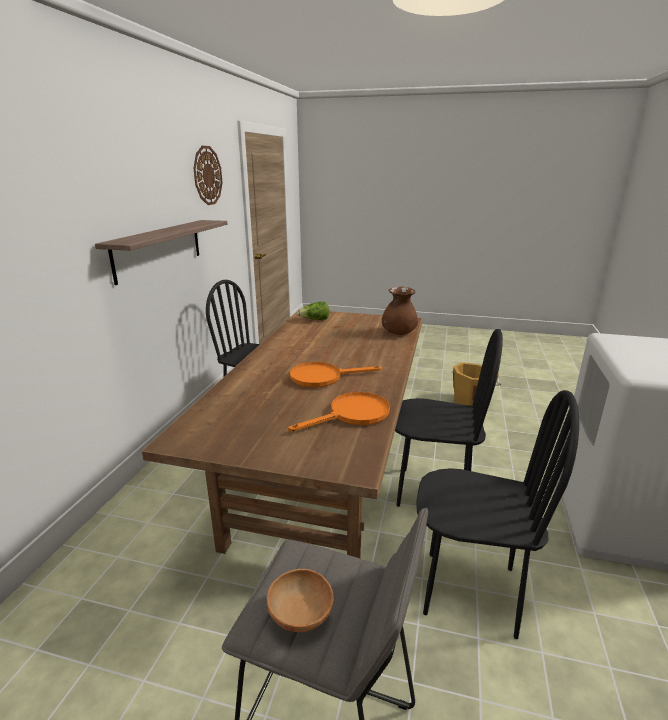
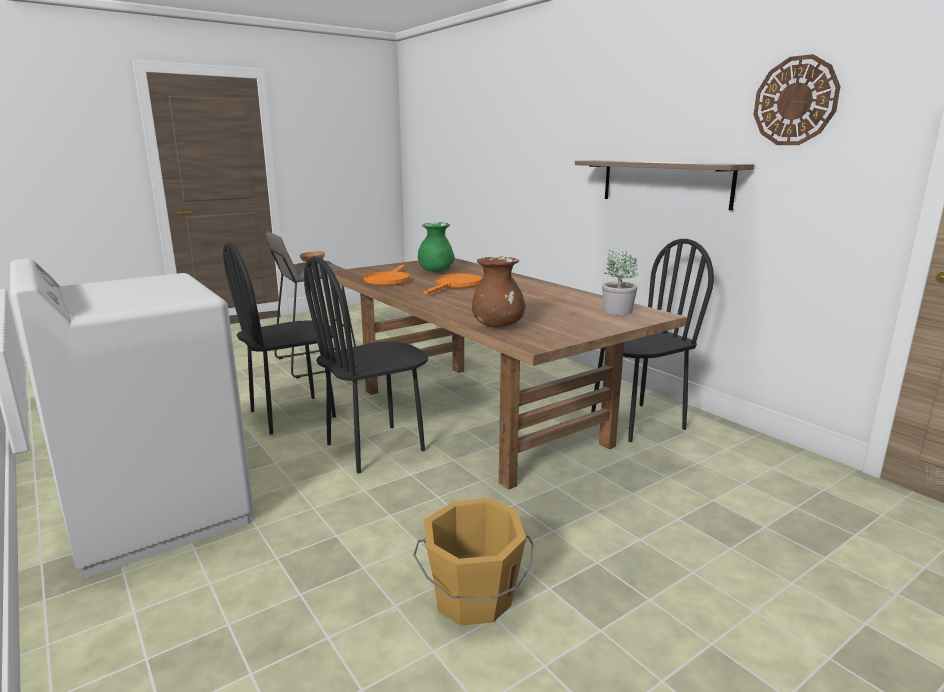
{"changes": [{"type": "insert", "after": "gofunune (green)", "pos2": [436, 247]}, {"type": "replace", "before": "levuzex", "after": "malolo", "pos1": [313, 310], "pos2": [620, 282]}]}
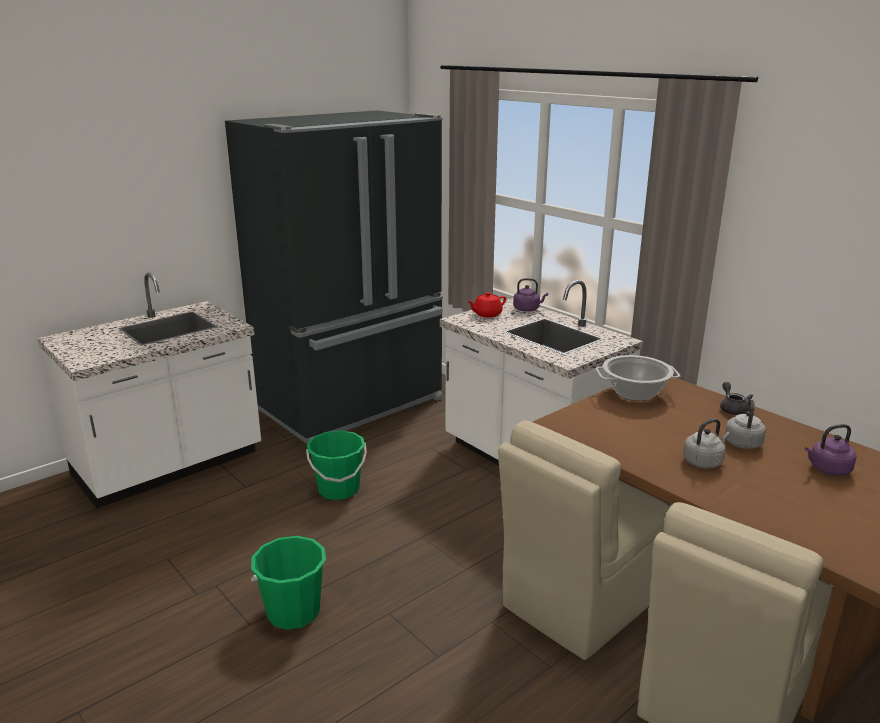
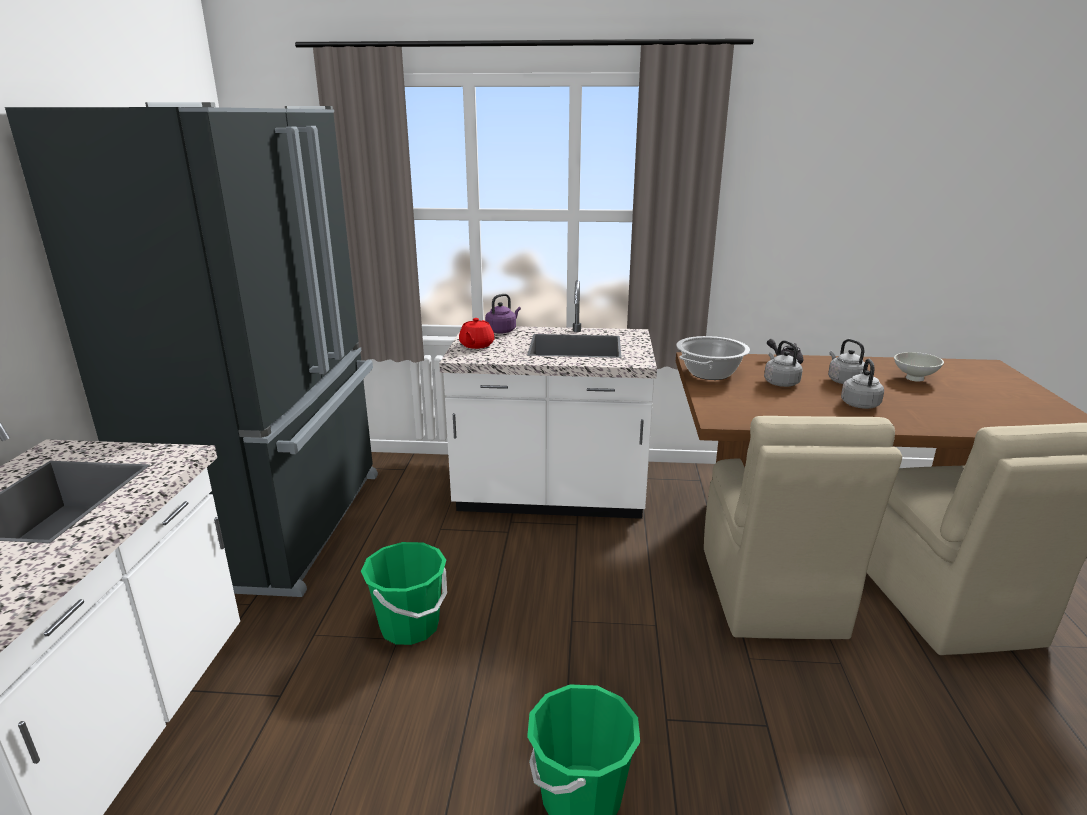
{"changes": [{"type": "insert", "after": "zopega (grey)", "pos2": [783, 363]}, {"type": "replace", "before": "zopega (purple)", "after": "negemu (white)", "pos1": [831, 450], "pos2": [919, 367]}]}
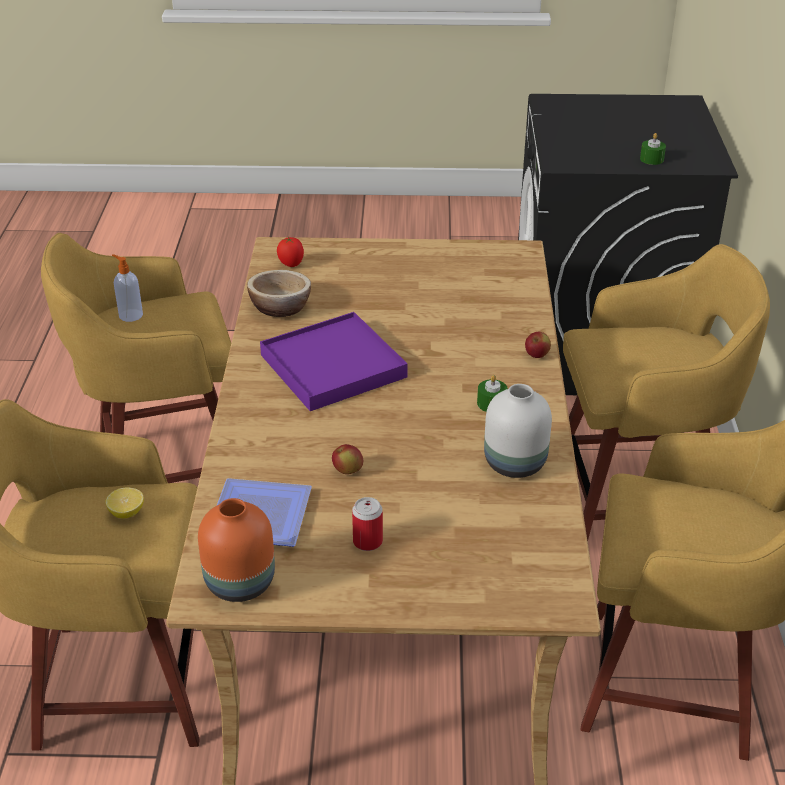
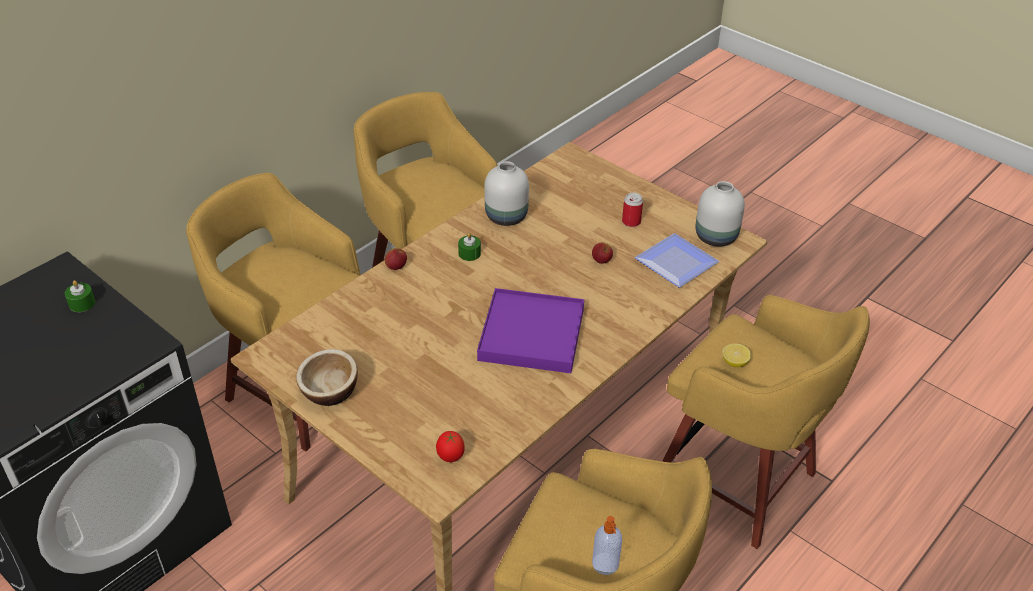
{"changes": [{"type": "move", "before": "negemu", "pos1": [279, 293], "pos2": [327, 377]}, {"type": "recolor", "before": "gofunune (orange)", "after": "gofunune (white)", "pos1": [236, 550], "pos2": [720, 214]}]}
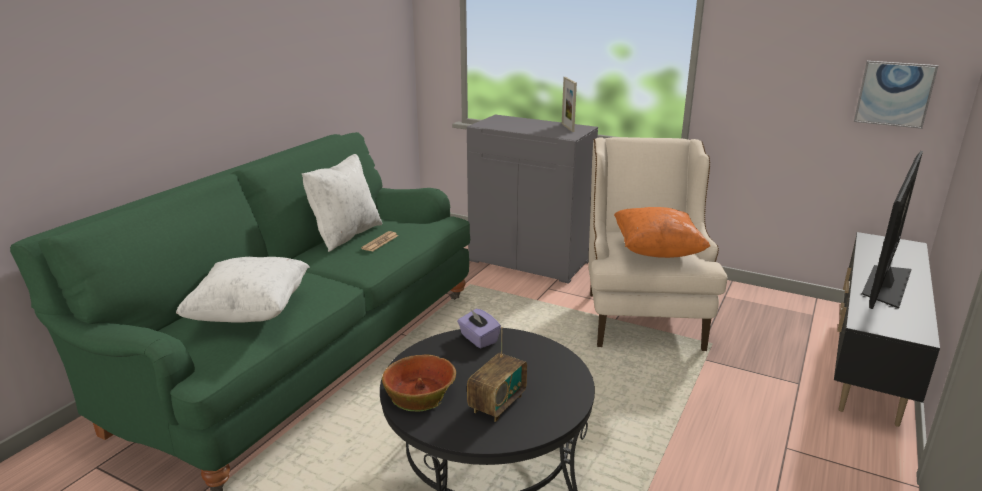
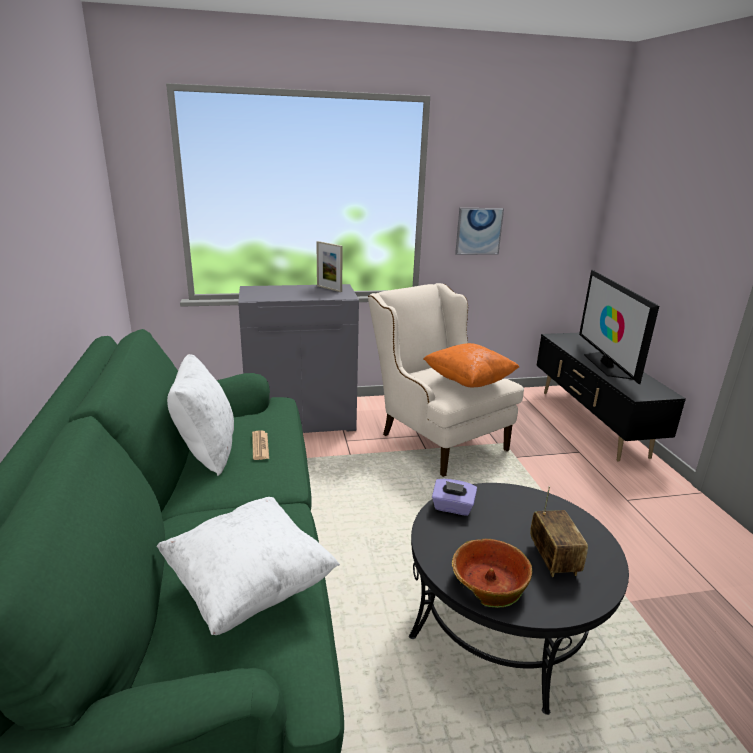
{"changes": [{"type": "move", "before": "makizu", "pos1": [896, 95], "pos2": [479, 231]}]}
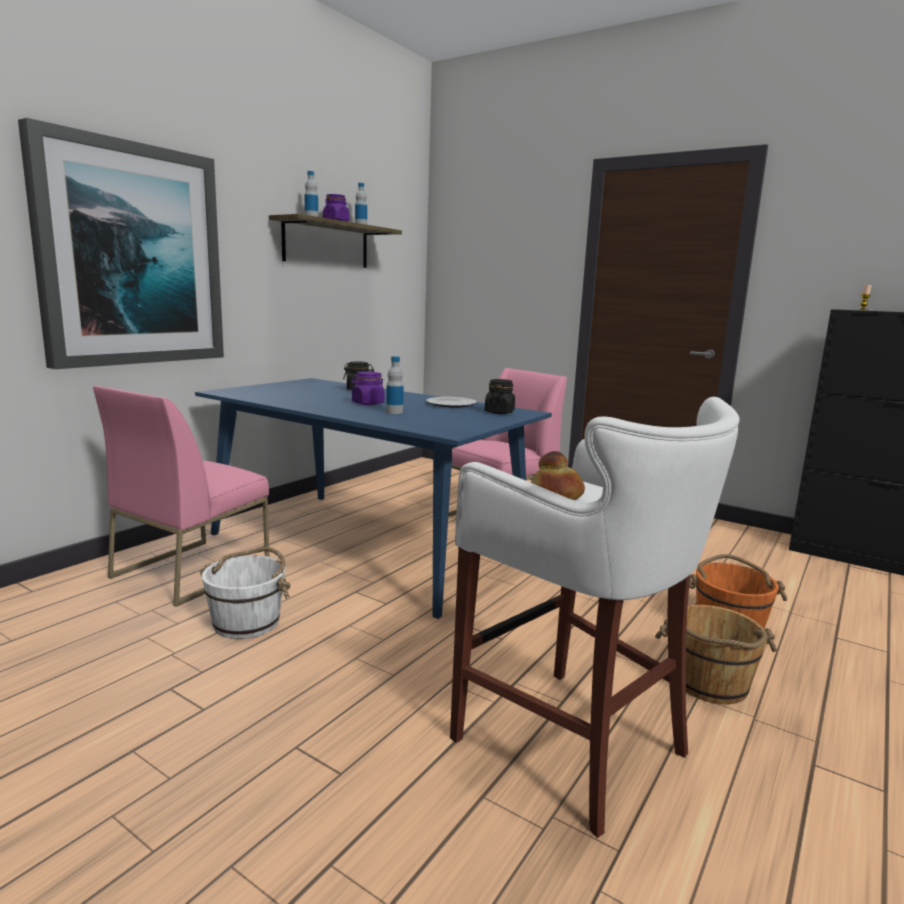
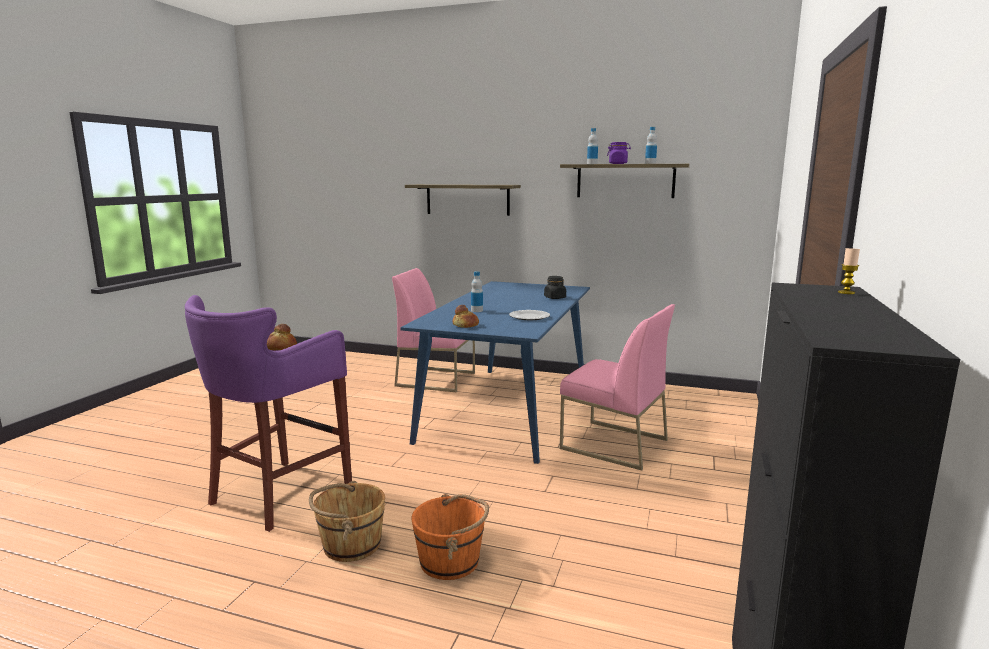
{"changes": [{"type": "recolor", "before": "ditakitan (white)", "after": "ditakitan (purple)", "pos1": [595, 617], "pos2": [268, 413]}, {"type": "replace", "before": "makizu", "after": "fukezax", "pos1": [121, 243], "pos2": [463, 200]}, {"type": "insert", "after": "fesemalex", "pos2": [465, 316]}, {"type": "delete", "before": "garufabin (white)", "pos1": [245, 593]}, {"type": "delete", "before": "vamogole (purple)", "pos1": [368, 388]}, {"type": "delete", "before": "vamogole (black)", "pos1": [500, 396]}]}
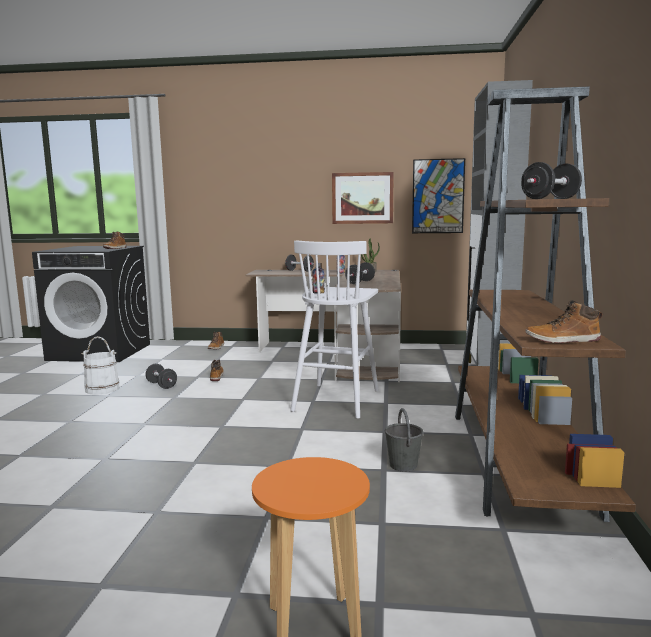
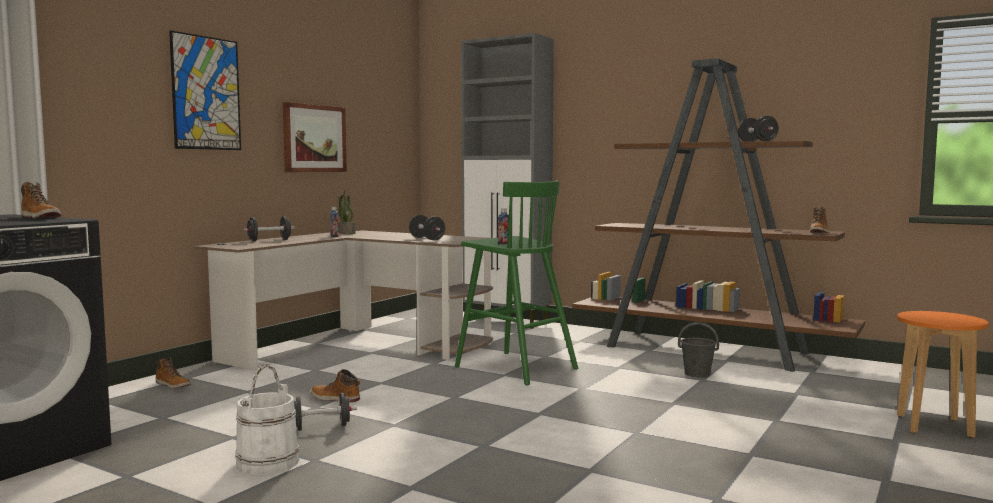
{"changes": [{"type": "move", "before": "makizu", "pos1": [438, 195], "pos2": [205, 90]}, {"type": "recolor", "before": "ditakitan (white)", "after": "ditakitan (green)", "pos1": [334, 329], "pos2": [516, 283]}]}
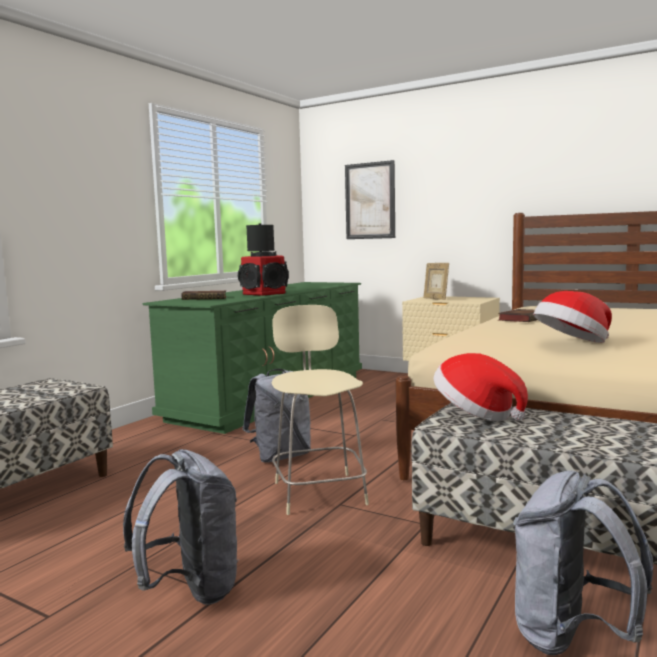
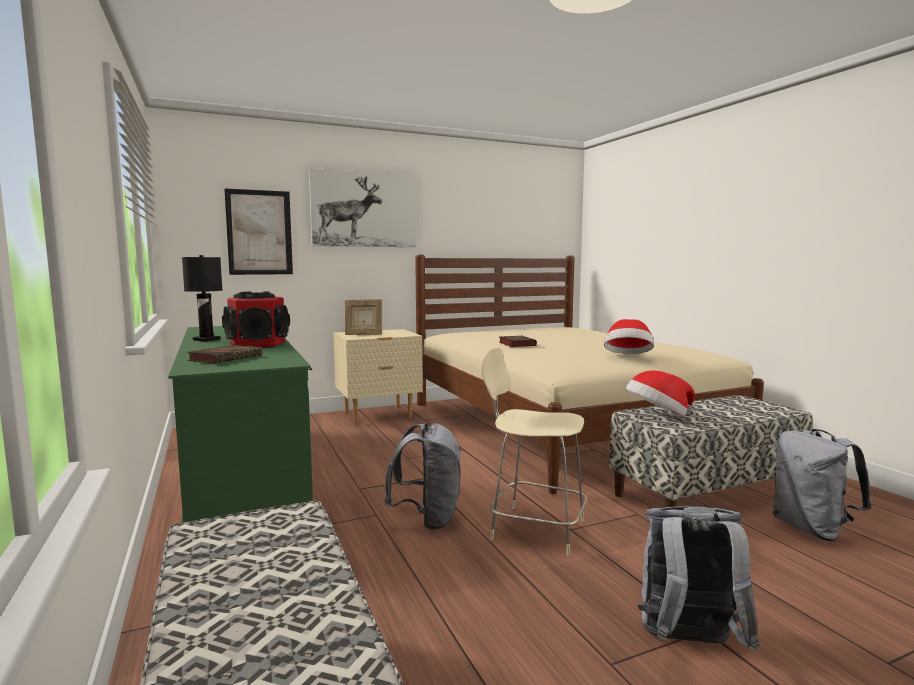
{"changes": [{"type": "insert", "after": "makizu", "pos2": [363, 207]}]}
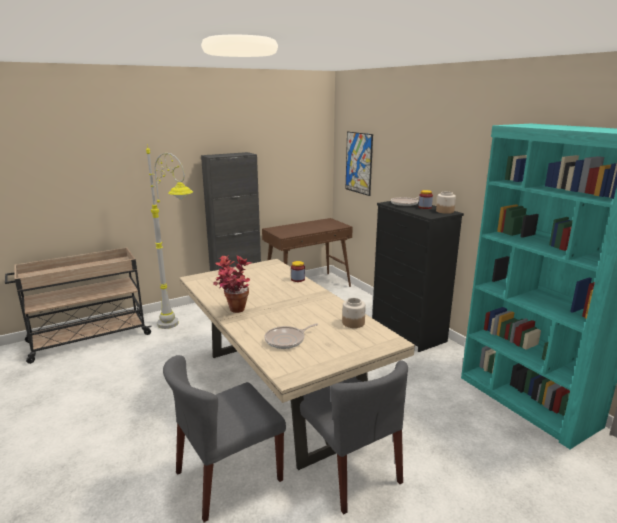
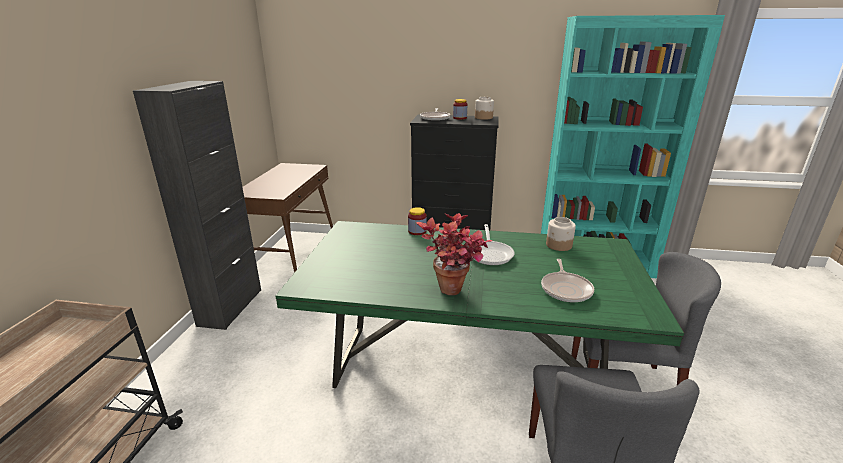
{"changes": [{"type": "recolor", "before": "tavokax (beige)", "after": "tavokax (green)", "pos1": [297, 364], "pos2": [479, 304]}, {"type": "insert", "after": "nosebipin", "pos2": [493, 244]}, {"type": "delete", "before": "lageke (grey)", "pos1": [169, 236]}, {"type": "delete", "before": "makizu", "pos1": [359, 163]}]}
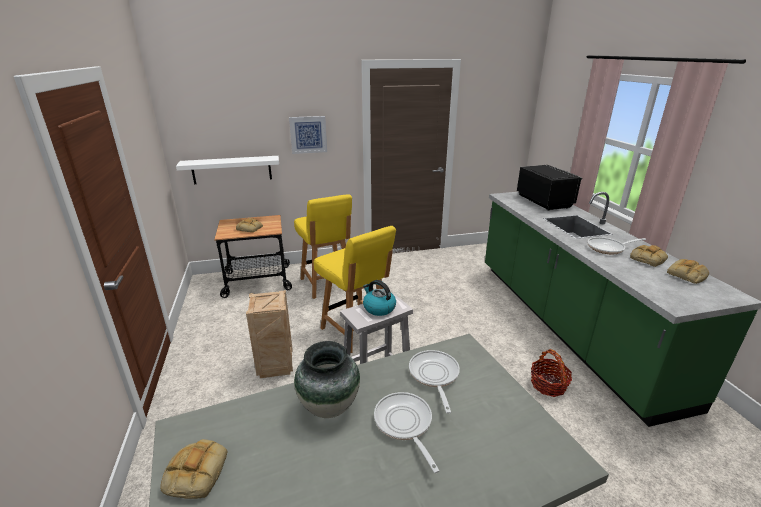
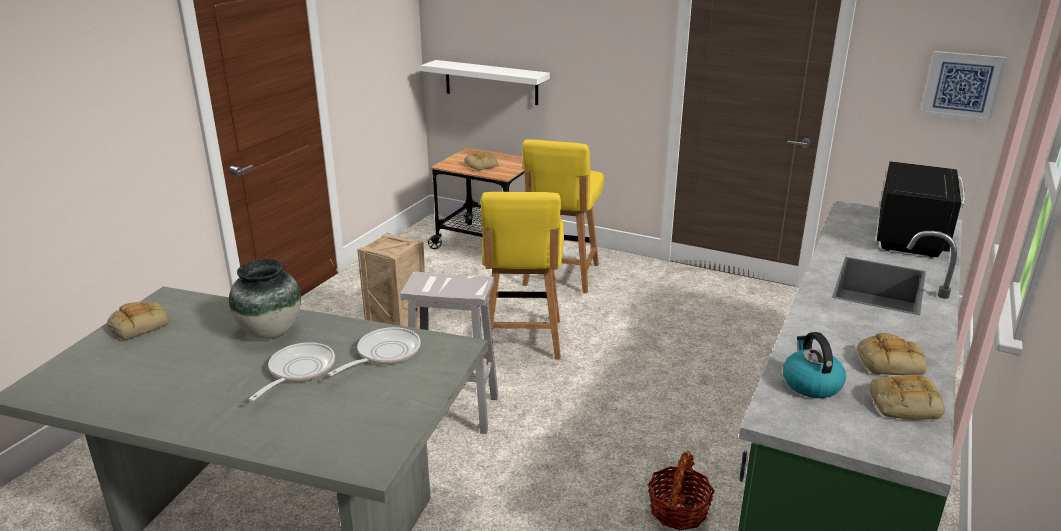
{"changes": [{"type": "move", "before": "zopega", "pos1": [379, 298], "pos2": [814, 365]}, {"type": "move", "before": "makizu", "pos1": [308, 135], "pos2": [964, 86]}, {"type": "delete", "before": "nosebipin", "pos1": [616, 245]}]}
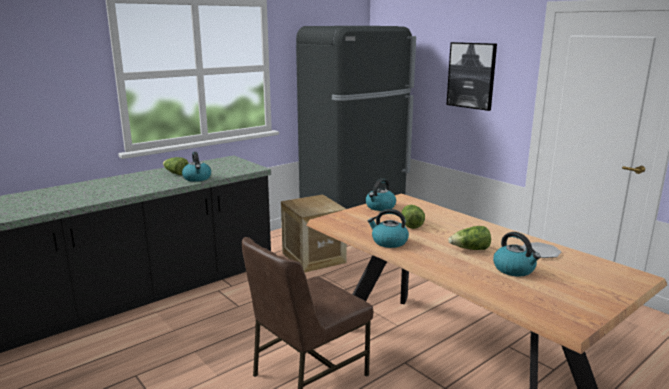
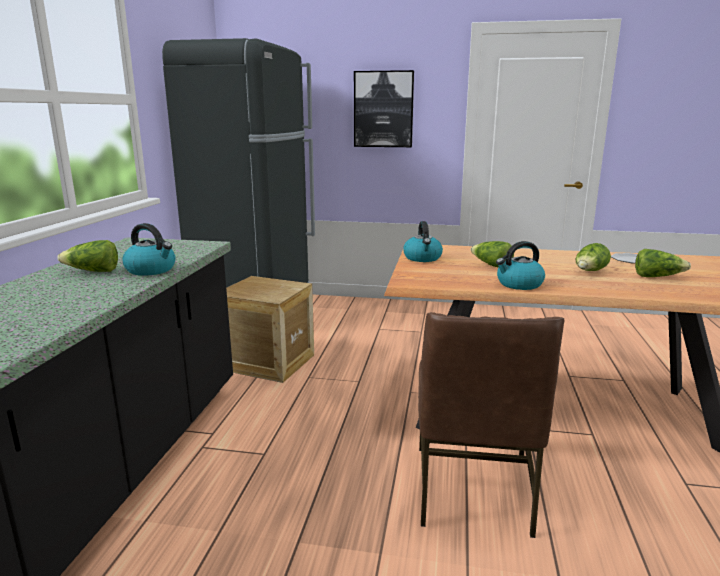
{"changes": [{"type": "replace", "before": "zopega", "after": "levuzex", "pos1": [517, 254], "pos2": [663, 263]}]}
